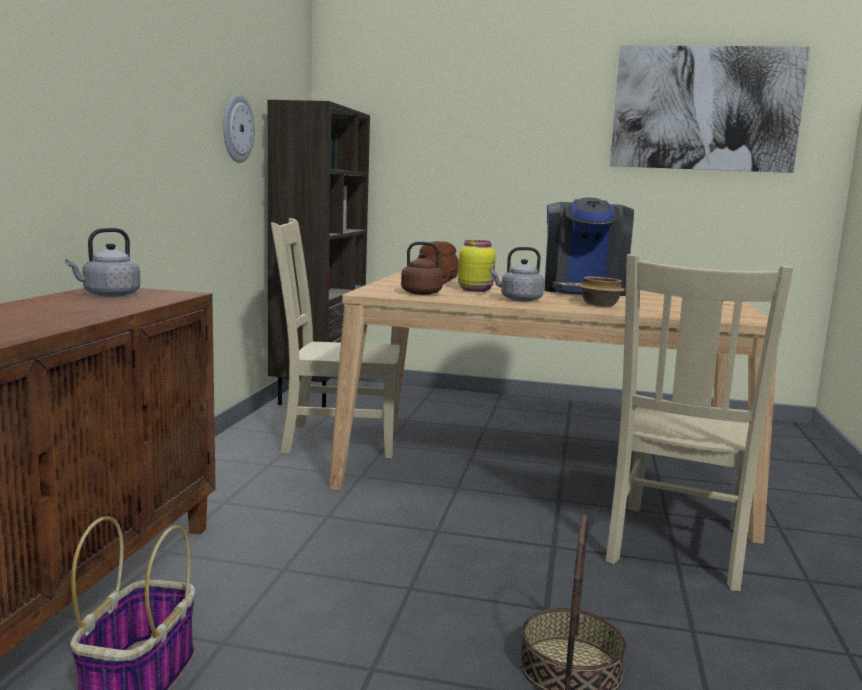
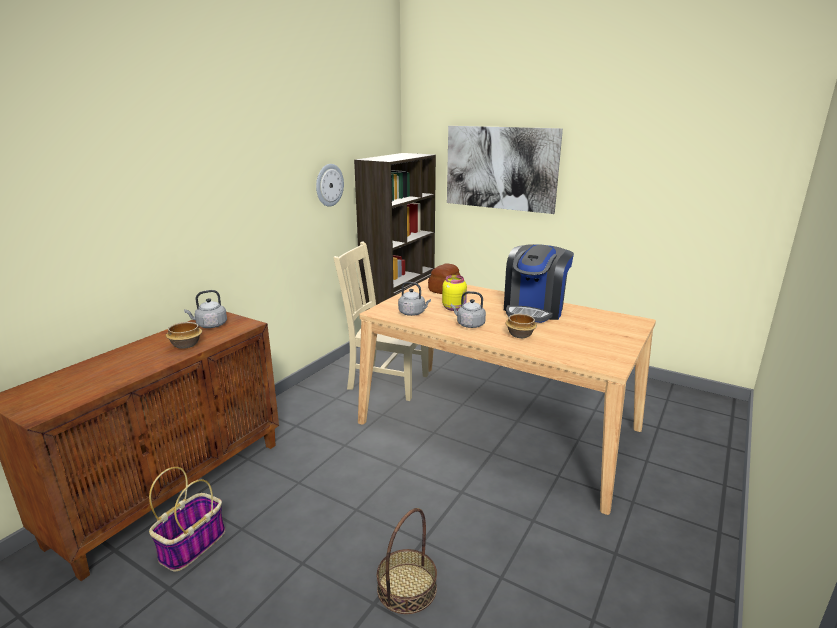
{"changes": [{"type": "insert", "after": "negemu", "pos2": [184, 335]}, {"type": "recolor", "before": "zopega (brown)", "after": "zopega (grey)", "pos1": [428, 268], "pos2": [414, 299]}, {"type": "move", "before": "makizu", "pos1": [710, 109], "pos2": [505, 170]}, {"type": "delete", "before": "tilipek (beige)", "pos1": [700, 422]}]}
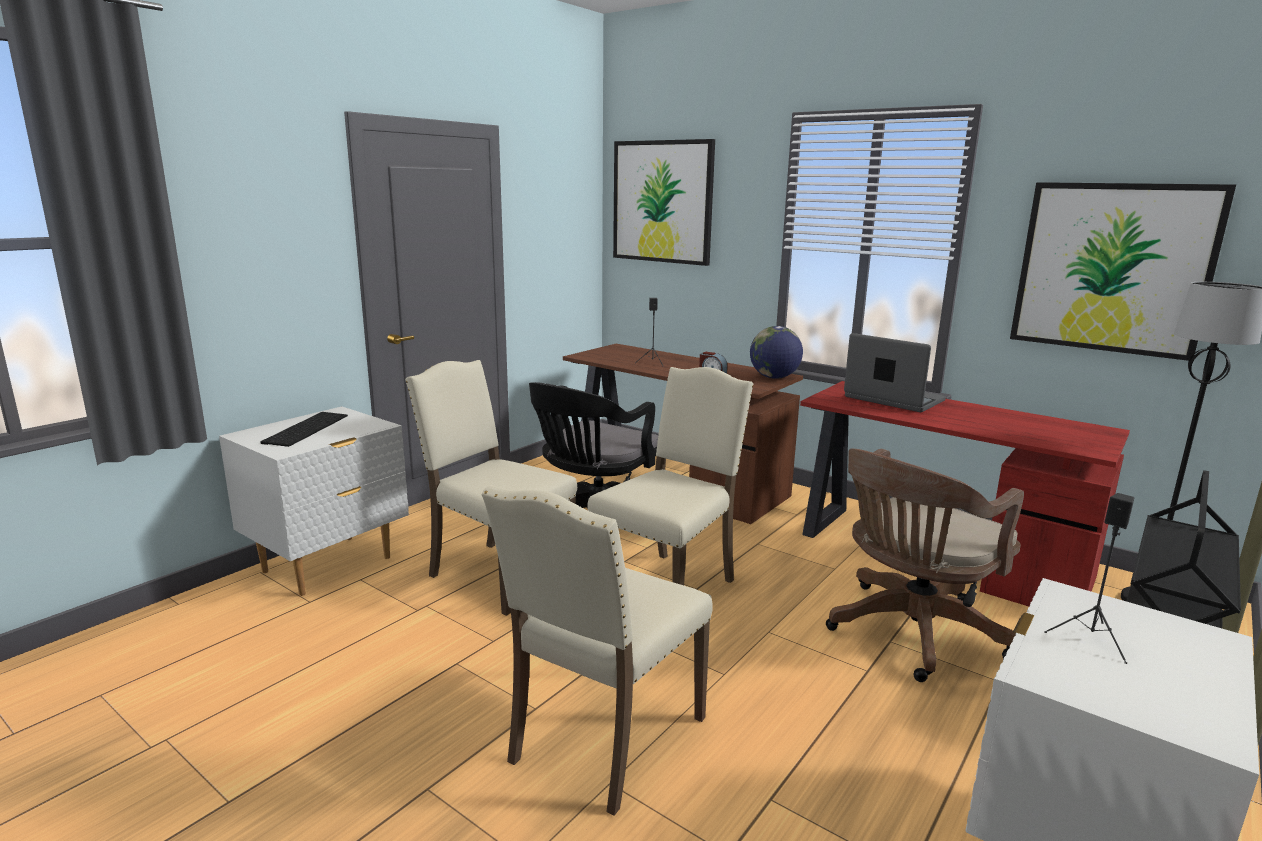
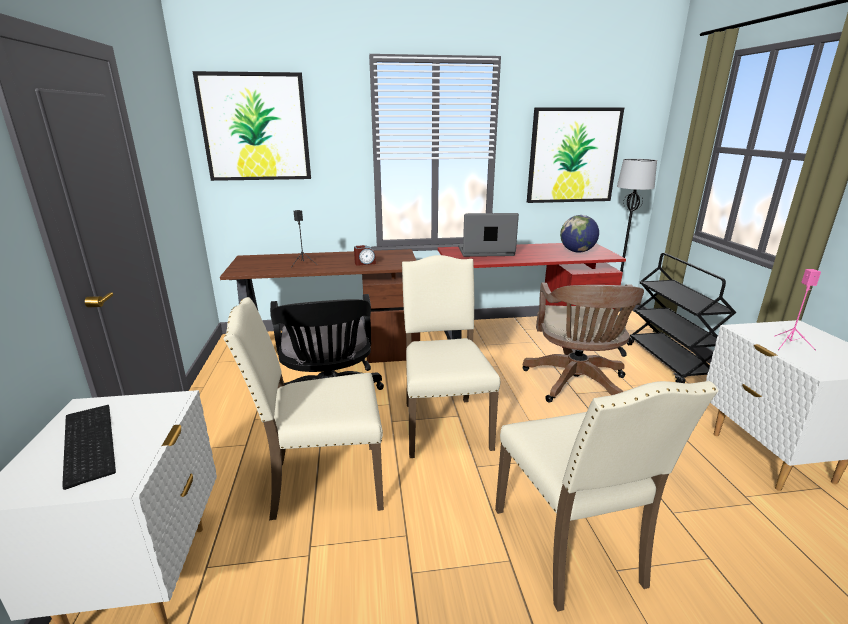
{"changes": [{"type": "move", "before": "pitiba", "pos1": [776, 352], "pos2": [579, 234]}, {"type": "recolor", "before": "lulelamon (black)", "after": "lulelamon (pink)", "pos1": [1089, 578], "pos2": [797, 310]}]}
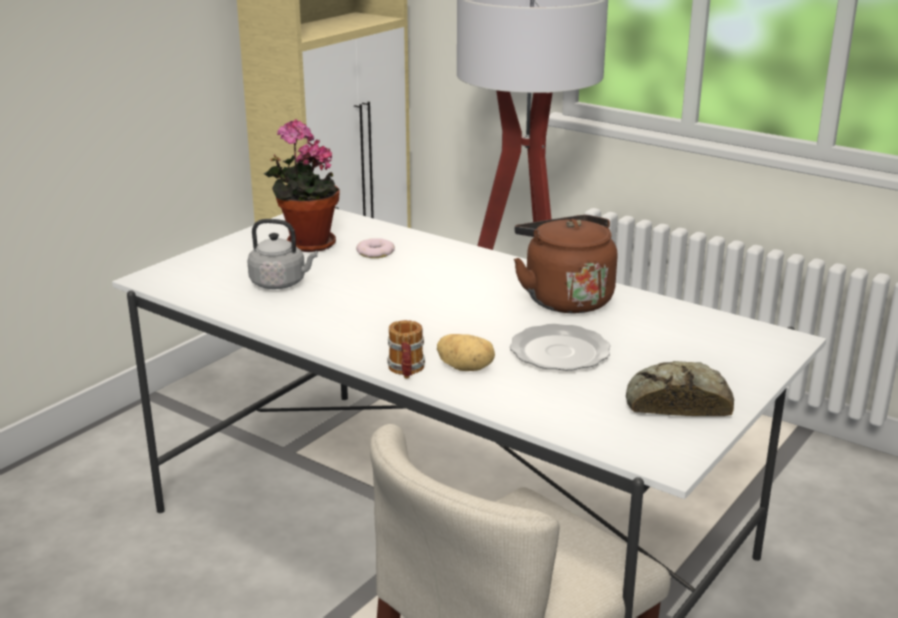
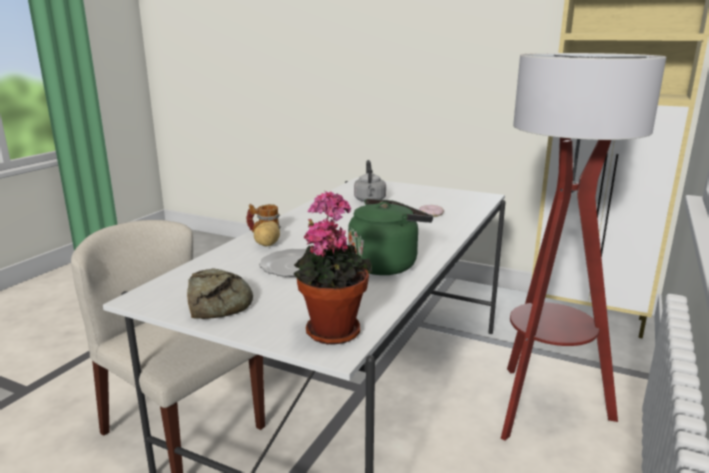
{"changes": [{"type": "move", "before": "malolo", "pos1": [302, 185], "pos2": [333, 268]}, {"type": "recolor", "before": "zopega (brown)", "after": "zopega (green)", "pos1": [565, 264], "pos2": [390, 236]}]}
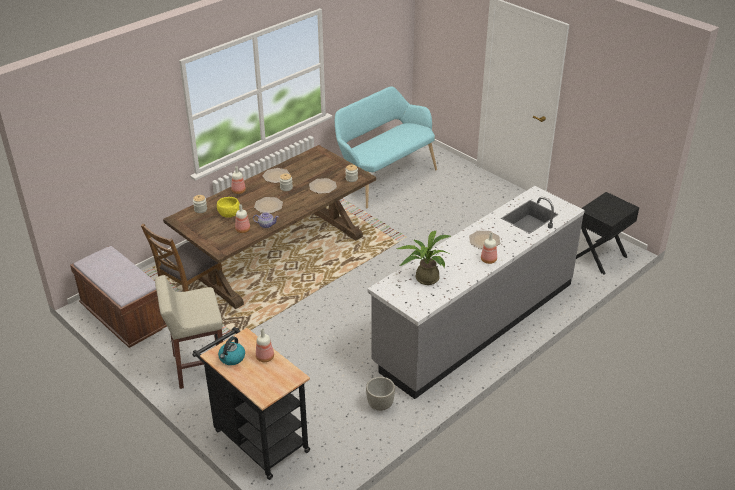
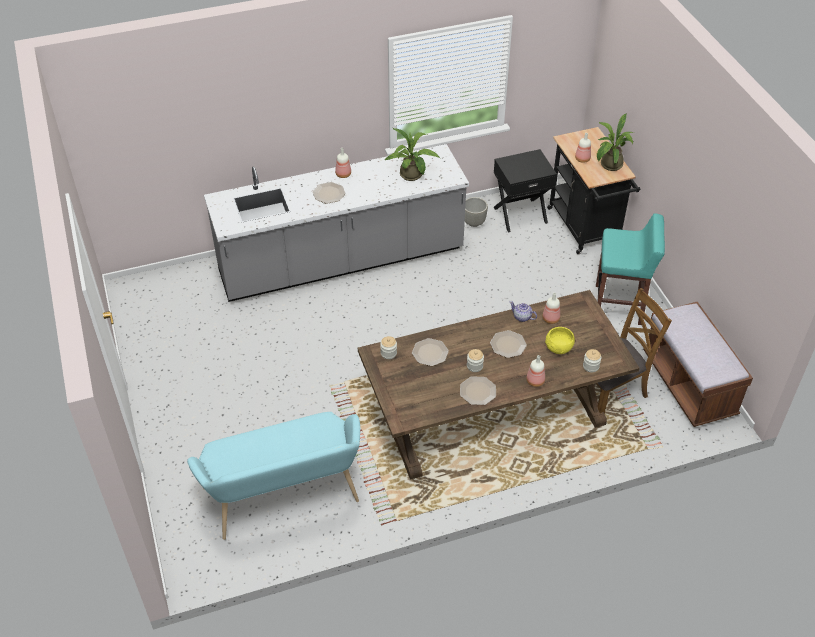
{"changes": [{"type": "move", "before": "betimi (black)", "pos1": [607, 233], "pos2": [525, 190]}, {"type": "recolor", "before": "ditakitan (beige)", "after": "ditakitan (turquoise)", "pos1": [189, 332], "pos2": [630, 269]}, {"type": "replace", "before": "zopega", "after": "malolo", "pos1": [231, 350], "pos2": [615, 142]}]}
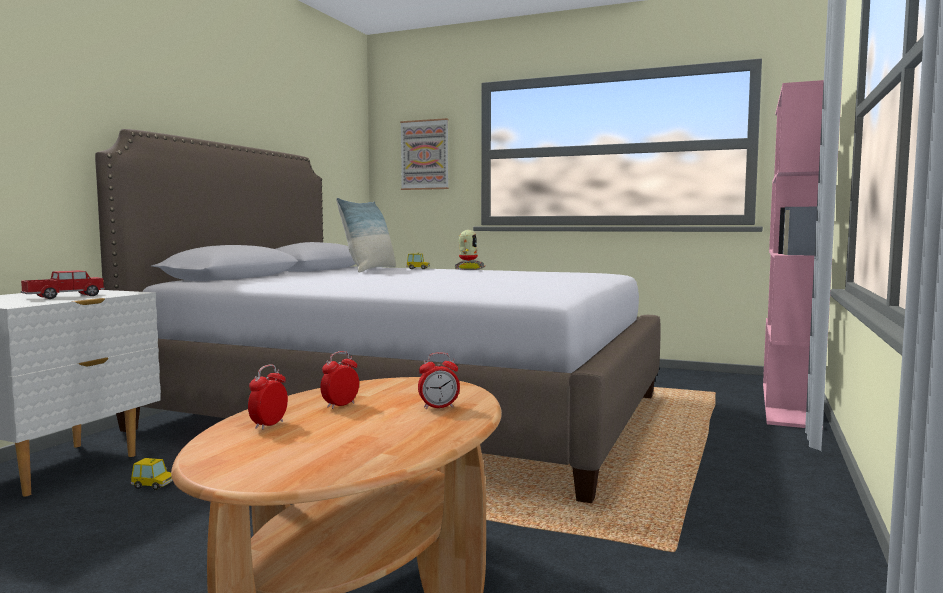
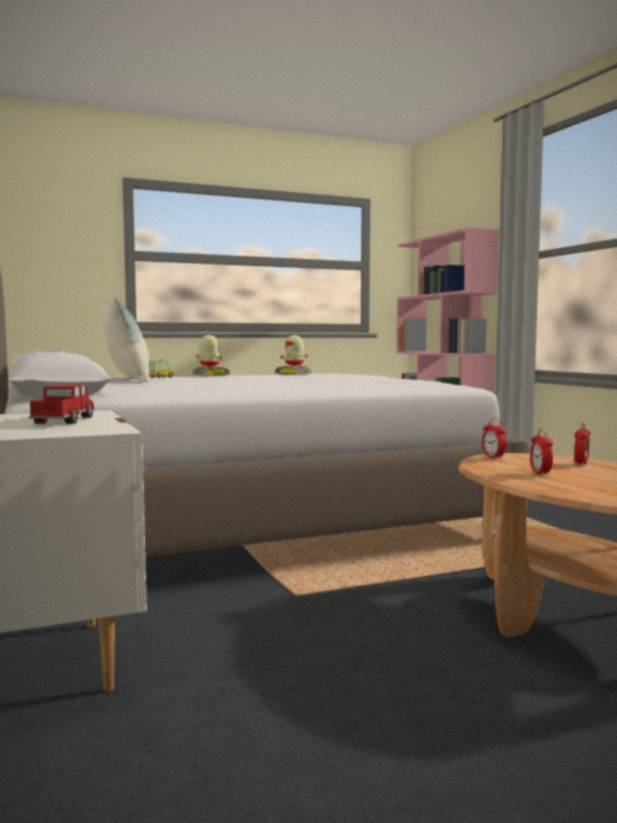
{"changes": [{"type": "insert", "after": "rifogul", "pos2": [292, 355]}, {"type": "move", "before": "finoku", "pos1": [268, 397], "pos2": [494, 439]}, {"type": "delete", "before": "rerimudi", "pos1": [152, 474]}, {"type": "delete", "before": "makizu", "pos1": [424, 154]}]}
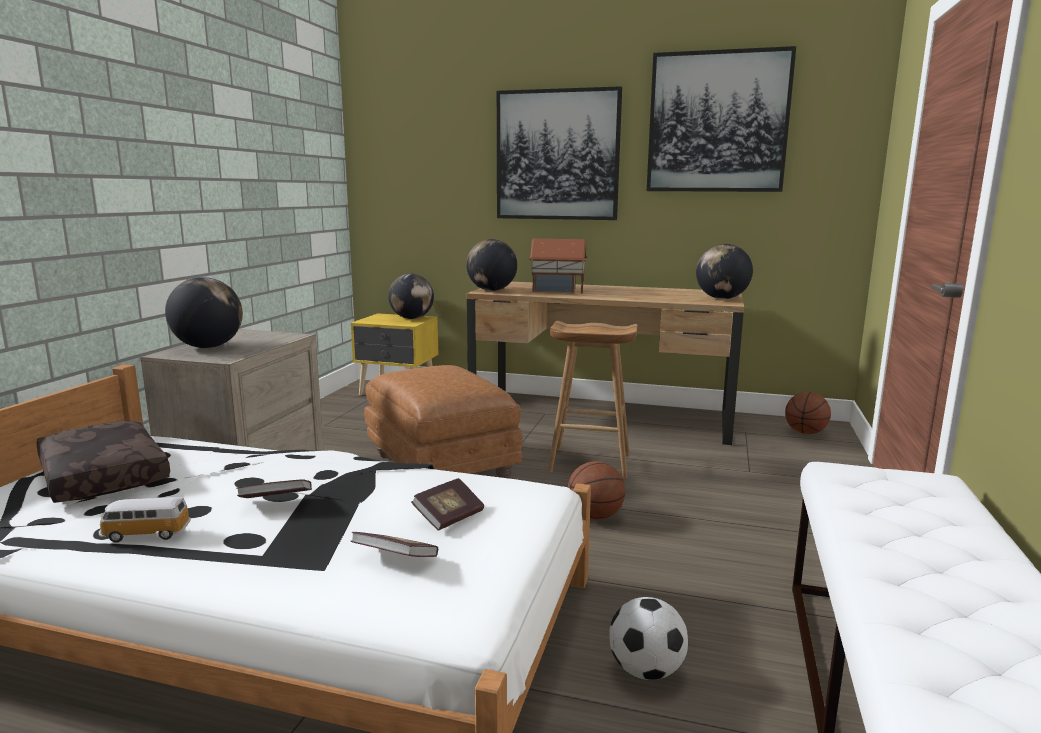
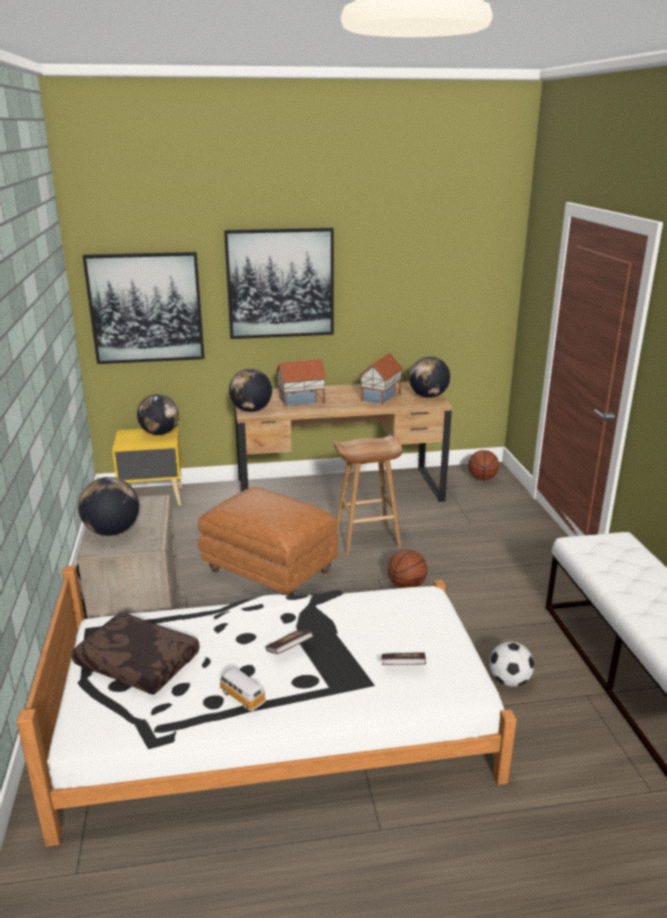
{"changes": [{"type": "move", "before": "makizu", "pos1": [721, 119], "pos2": [143, 308]}, {"type": "rotate", "before": "rerimudi", "pos1": [145, 519], "pos2": [242, 689], "turn": 75}, {"type": "insert", "after": "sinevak", "pos2": [381, 379]}, {"type": "delete", "before": "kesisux", "pos1": [447, 504]}]}
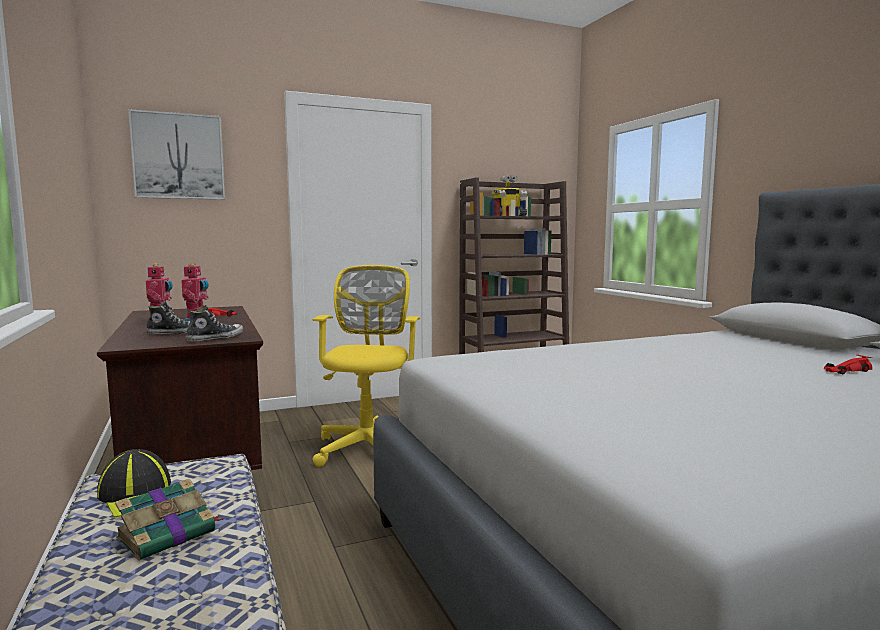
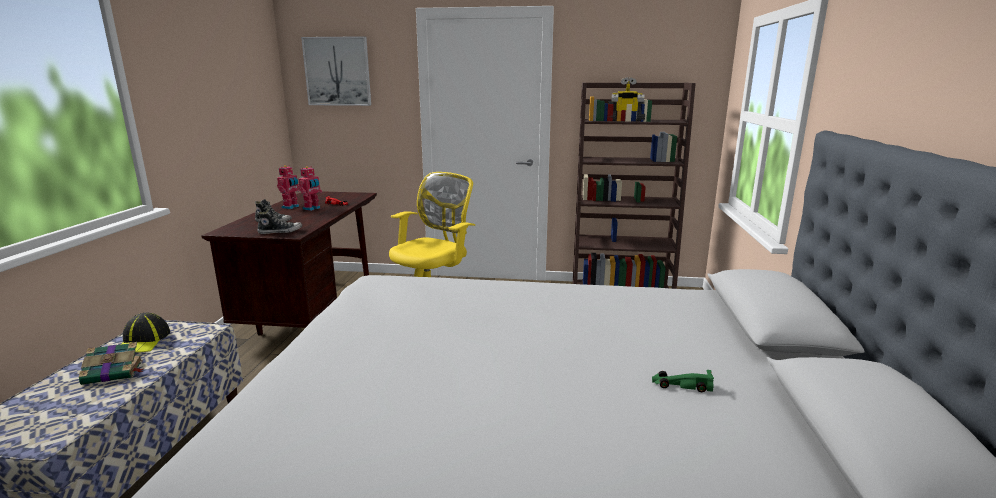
{"changes": [{"type": "recolor", "before": "rerimudi (red)", "after": "rerimudi (green)", "pos1": [848, 364], "pos2": [683, 381]}]}
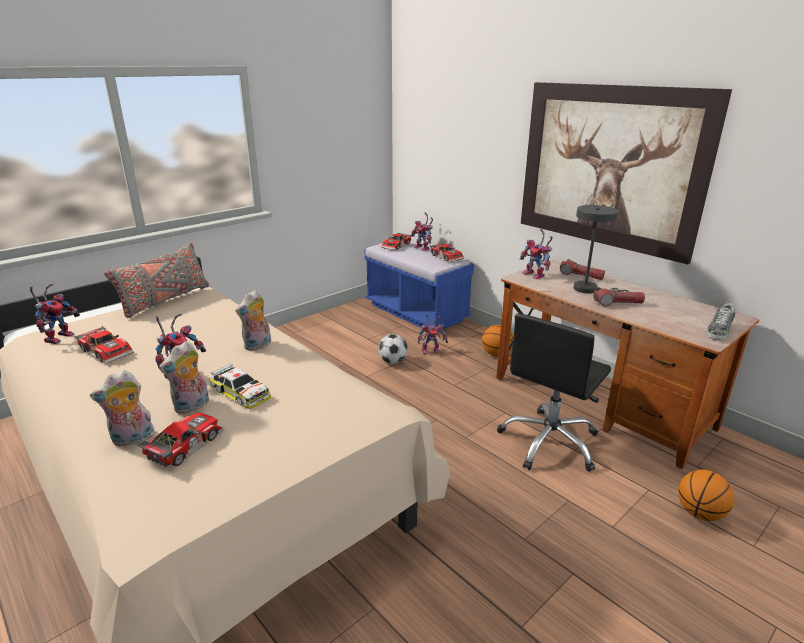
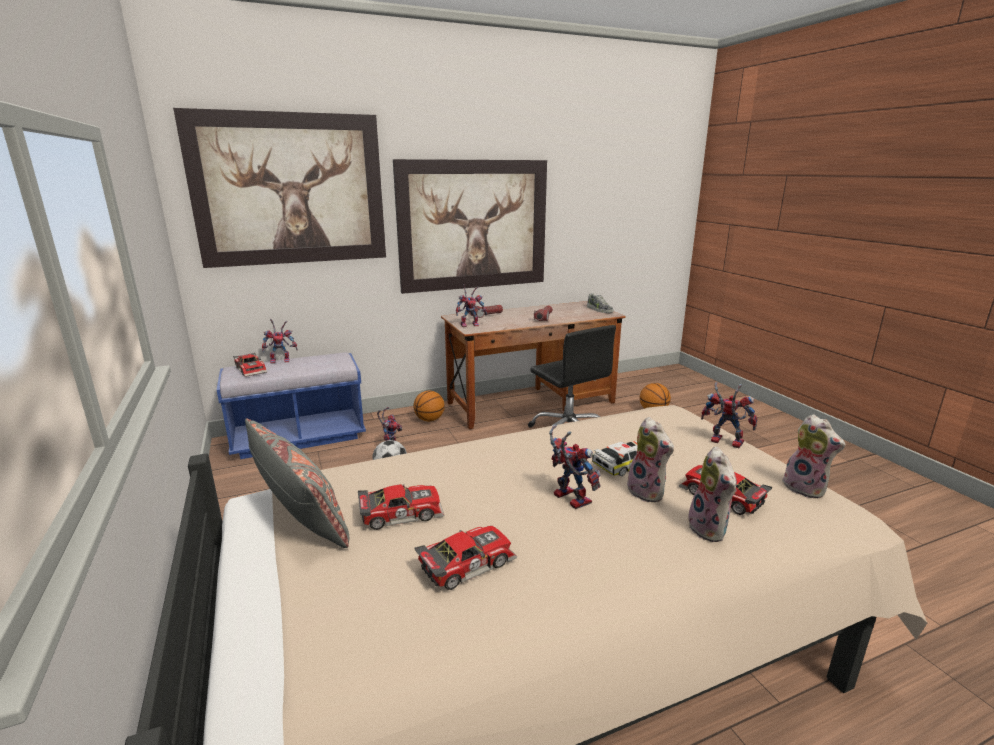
{"changes": [{"type": "insert", "after": "makizu", "pos2": [279, 188]}, {"type": "move", "before": "rerimudi", "pos1": [447, 252], "pos2": [401, 507]}, {"type": "move", "before": "rifogul", "pos1": [55, 313], "pos2": [729, 415]}, {"type": "move", "before": "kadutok", "pos1": [253, 320], "pos2": [812, 456]}, {"type": "delete", "before": "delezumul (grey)", "pos1": [601, 249]}]}
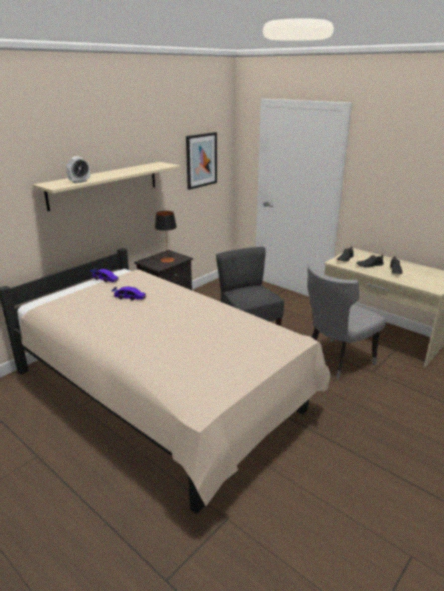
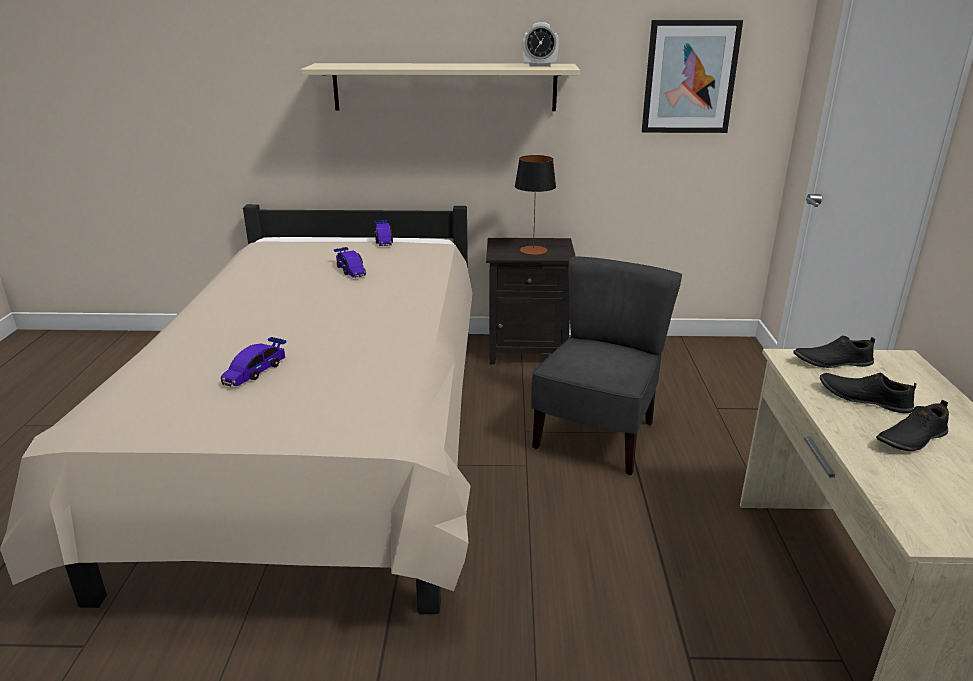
{"changes": [{"type": "insert", "after": "rerimudi", "pos2": [254, 362]}, {"type": "move", "before": "finoku", "pos1": [78, 169], "pos2": [541, 44]}, {"type": "delete", "before": "tilipek (grey)", "pos1": [346, 321]}]}
